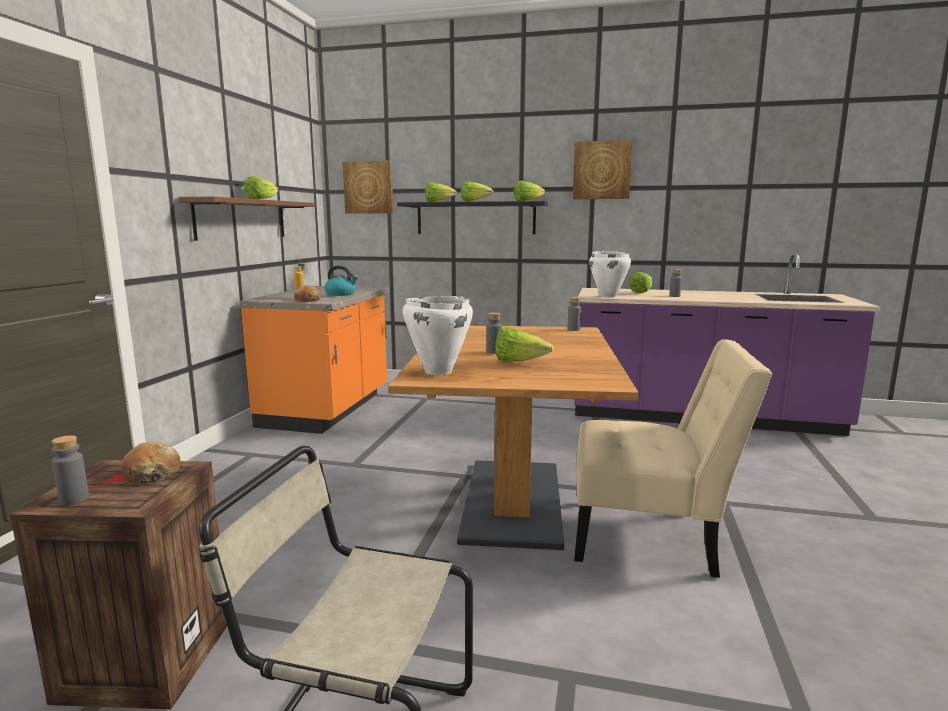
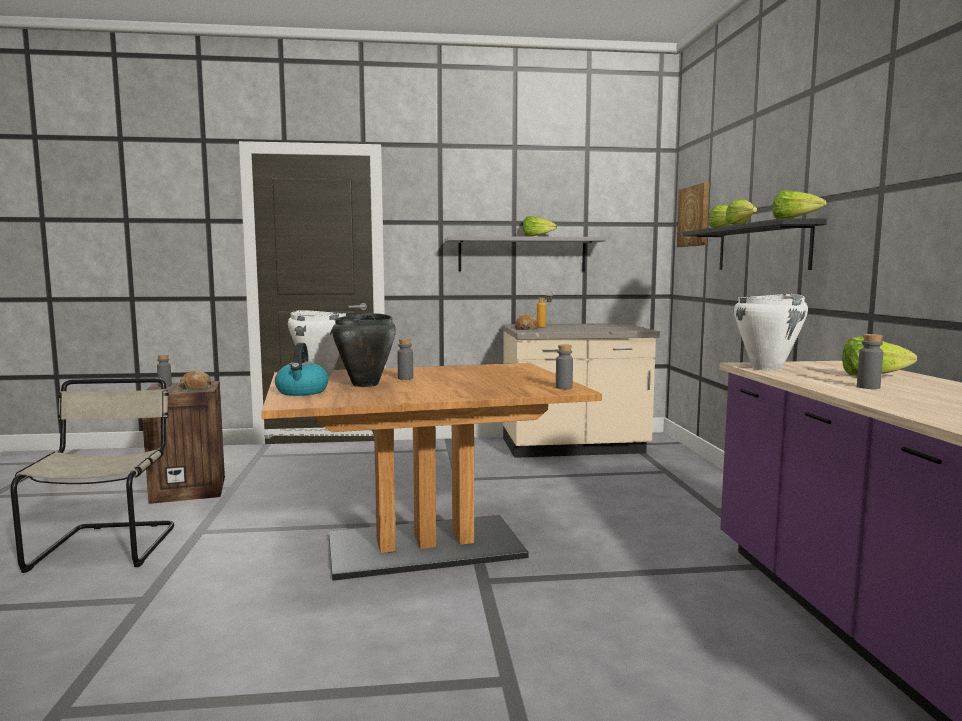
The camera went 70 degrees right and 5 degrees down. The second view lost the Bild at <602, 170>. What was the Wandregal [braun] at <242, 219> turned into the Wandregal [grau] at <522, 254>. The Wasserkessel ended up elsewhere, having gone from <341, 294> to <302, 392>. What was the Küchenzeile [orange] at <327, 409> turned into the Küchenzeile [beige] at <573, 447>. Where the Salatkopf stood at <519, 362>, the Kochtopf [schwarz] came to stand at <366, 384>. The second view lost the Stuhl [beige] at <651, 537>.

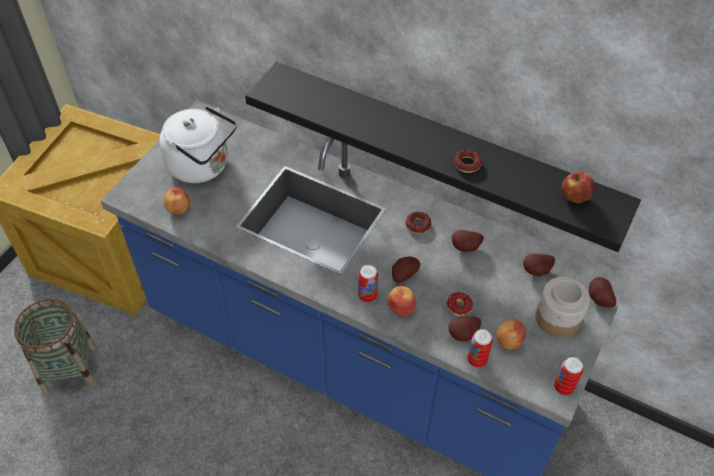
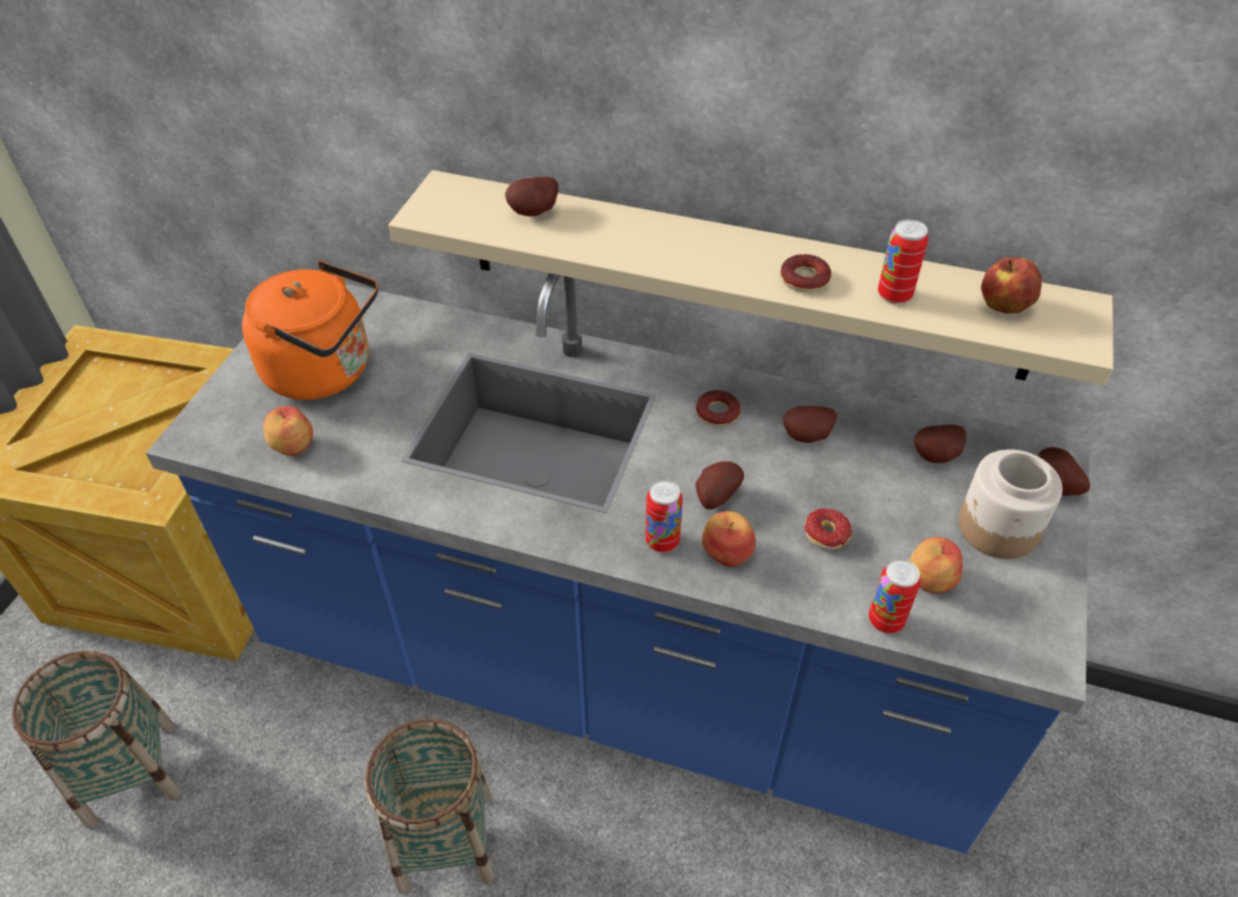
The camera went 10 degrees left and 5 degrees down. What was the Wandregal [schwarz] at <442, 149> turned into the Wandregal [beige] at <743, 275>. What was the Wasserkessel [weiß] at <203, 166> turned into the Wasserkessel [orange] at <326, 371>. The Kartoffel ended up elsewhere, having gone from <464, 335> to <535, 213>. The Dose ended up elsewhere, having gone from <563, 387> to <894, 295>. The second view gained the Korb at <445, 841>.

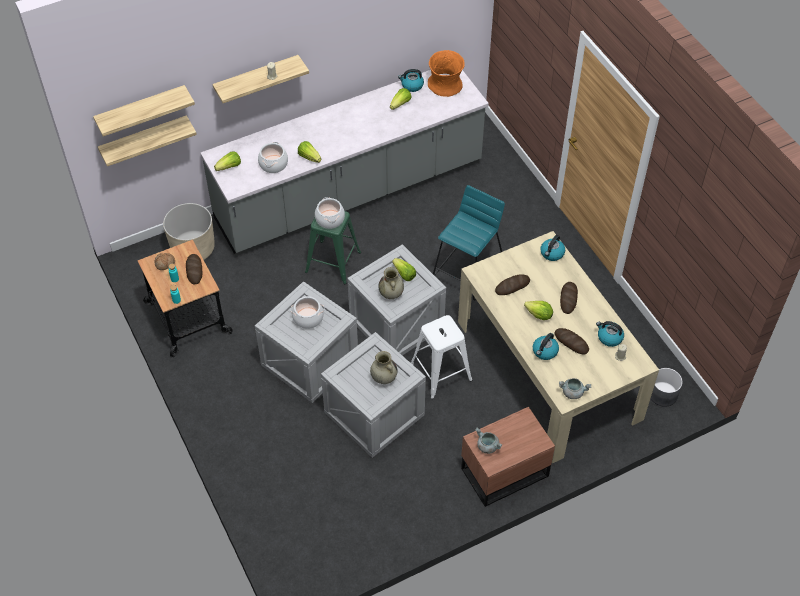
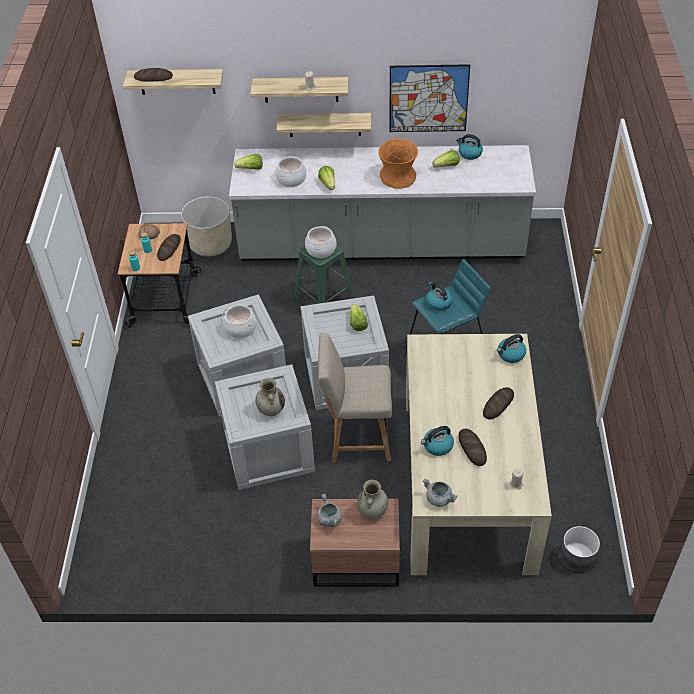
The camera went 30 degrees right and 5 degrees down. The Vase [orange] ended up elsewhere, having gone from <445, 85> to <397, 177>. The Wandregal ended up elsewhere, having gone from <144, 140> to <325, 124>. The Vase [beige] ended up elsewhere, having gone from <391, 294> to <372, 511>. The Brot ended up elsewhere, having gone from <512, 286> to <153, 77>. The second view lost the Salatkopf at <539, 315>. Where the Hocker [weiß] stood at <440, 372>, the Stuhl [beige] came to stand at <357, 438>. The Wasserkessel ended up elsewhere, having gone from <609, 337> to <438, 302>. The second view gained the Bild at <428, 98>.

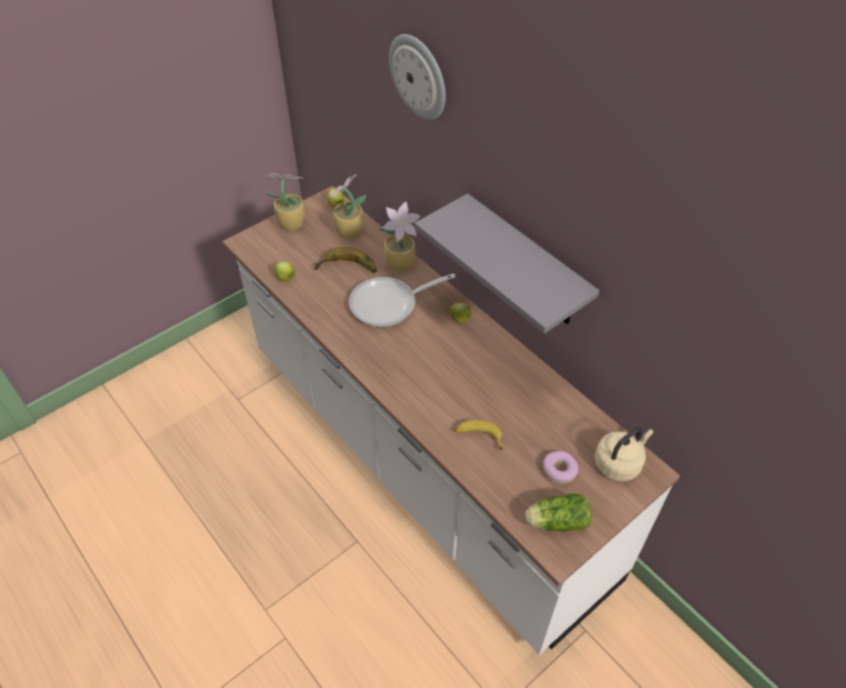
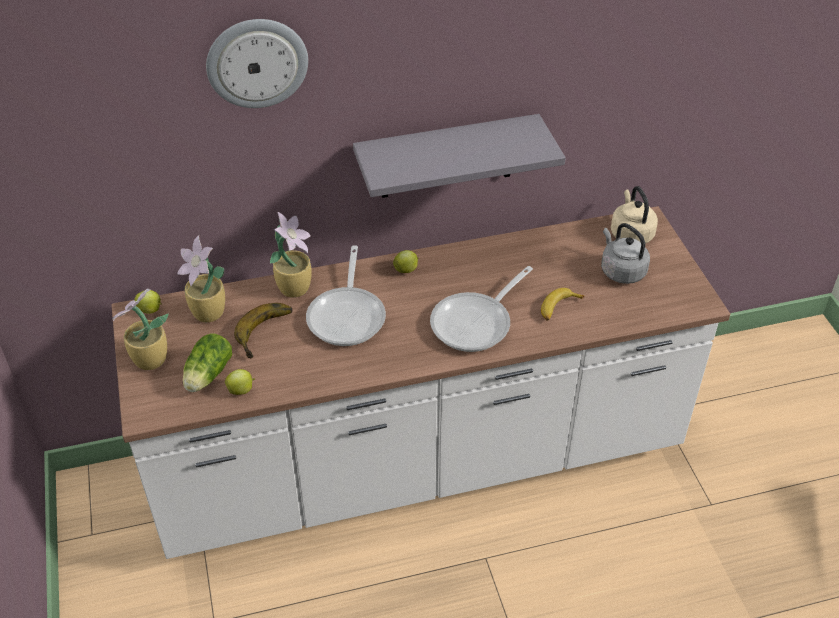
The camera went 65 degrees left and 5 degrees down. Where the Donut stood at <559, 470>, the Wasserkessel [grau] came to stand at <621, 271>. The Salatkopf ended up elsewhere, having gone from <555, 521> to <207, 376>. The second view gained the Pfanne at <476, 323>.

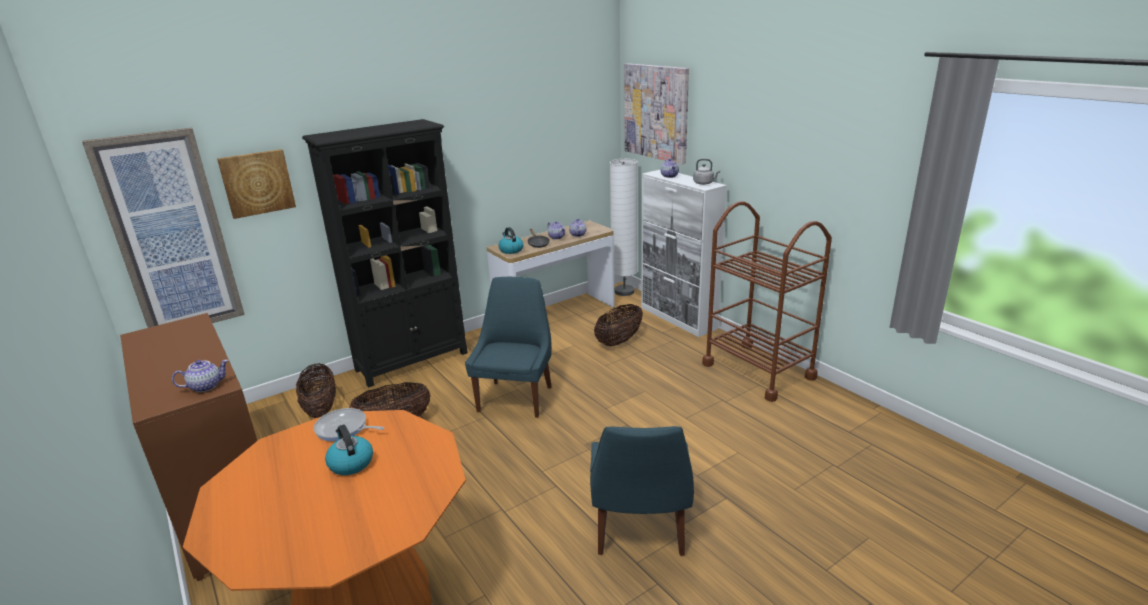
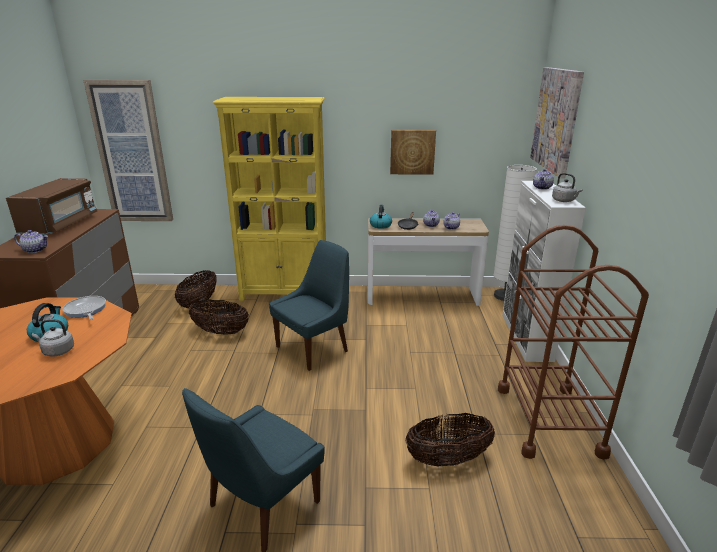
The camera went 35 degrees right and 0 degrees up. What was the Bücherregal [schwarz] at <413, 361> turned into the Bücherregal [gelb] at <285, 293>. The Bild ended up elsewhere, having gone from <257, 183> to <412, 152>. The Korb ended up elsewhere, having gone from <619, 341> to <447, 459>. The second view gained the Mikrowelle [braun] at <61, 224>. The second view gained the Wasserkessel [grau] at <57, 351>.

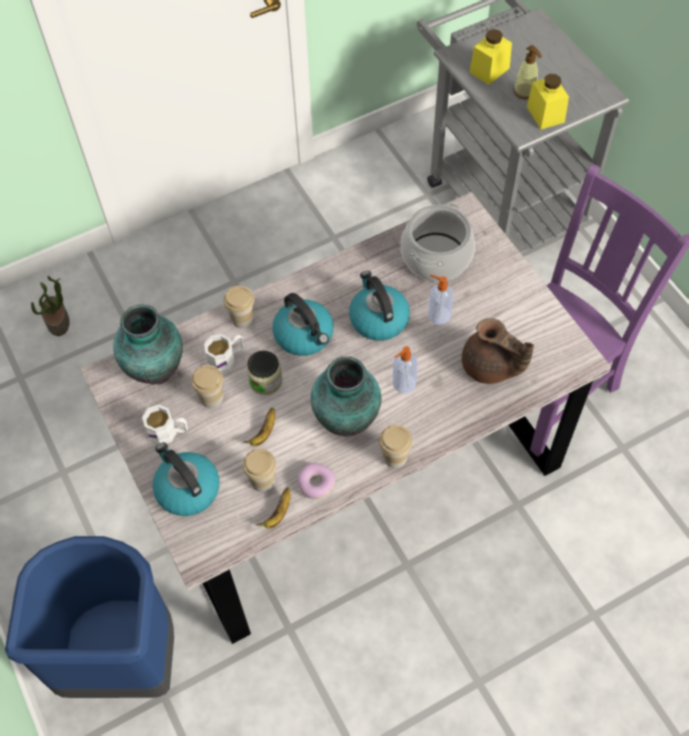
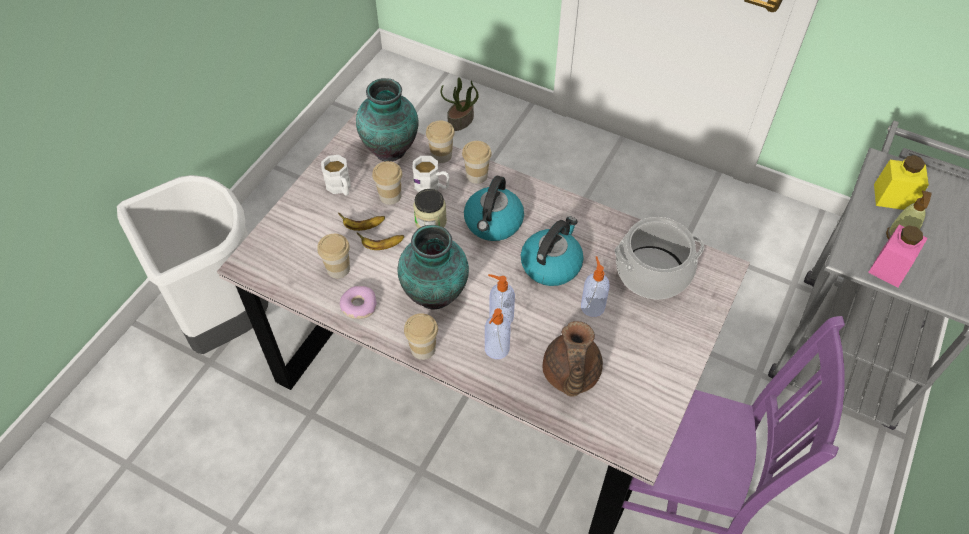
The camera went 55 degrees right and 5 degrees down. What was the Vorratsglas [gelb] at <545, 114> turned into the Vorratsglas [rosa] at <890, 267>. The second view lost the Wasserkessel at <187, 489>. The Banane ended up elsewhere, having gone from <278, 514> to <363, 227>. What was the Mülleimer [blau] at <123, 658> turned into the Mülleimer [weiß] at <225, 319>. The second view gained the Tasse at <441, 155>. The second view gained the Seifenspender at <496, 349>.

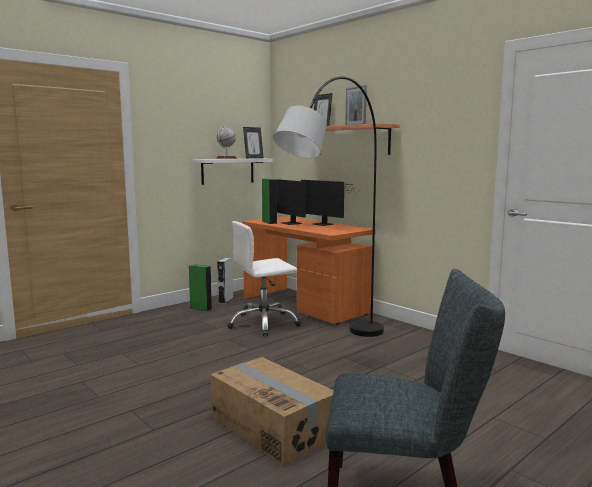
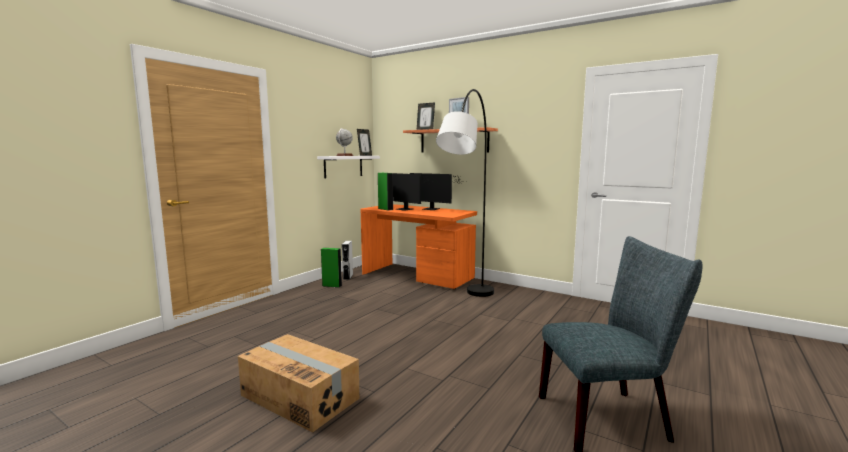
The camera went 15 degrees left and 0 degrees up. The second view lost the Bürostuhl [weiß] at <264, 323>. The Karton ended up elsewhere, having gone from <273, 426> to <300, 396>.

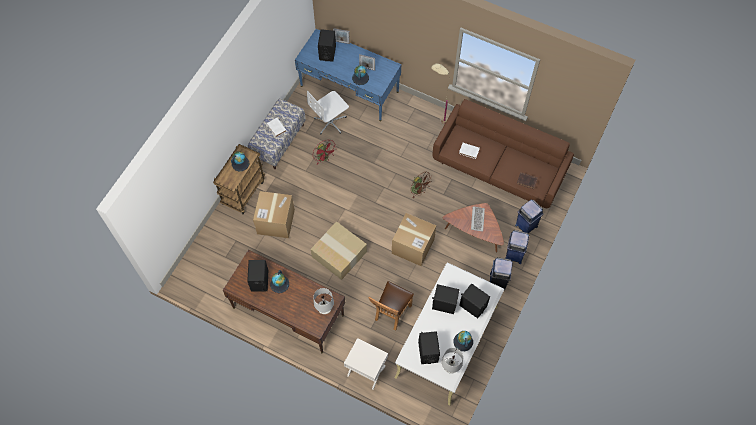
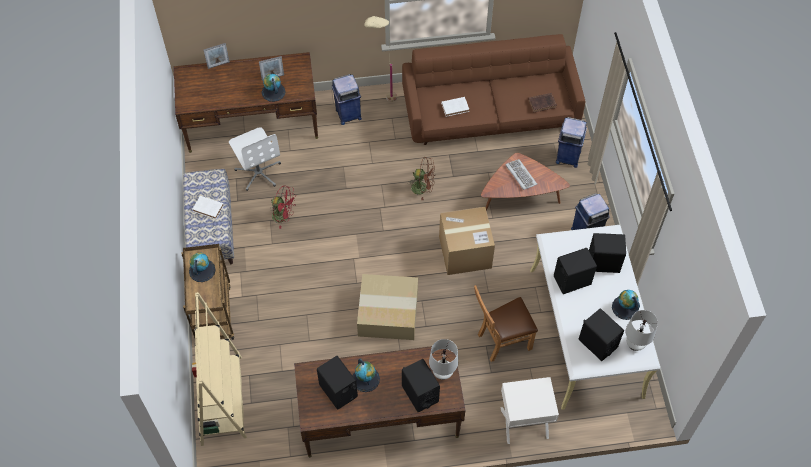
The camera went 35 degrees left and 5 degrees down. What was the Schreibtisch [blau] at <349, 89> turned into the Schreibtisch [braun] at <252, 123>. The Lautsprecher [schwarz] ended up elsewhere, having gone from <327, 53> to <420, 393>. The Bürostuhl [weiß] at <330, 122> ended up facing another way, 45 degrees counterclockwise from before. The second view lost the Karton at <276, 222>. The Mülleimer [blau] ended up elsewhere, having gone from <514, 254> to <347, 114>. The Stuhl [braun] at <391, 314> ended up facing another way, 75 degrees clockwise from before. The second view gained the Bücherregal [beige] at <221, 400>.

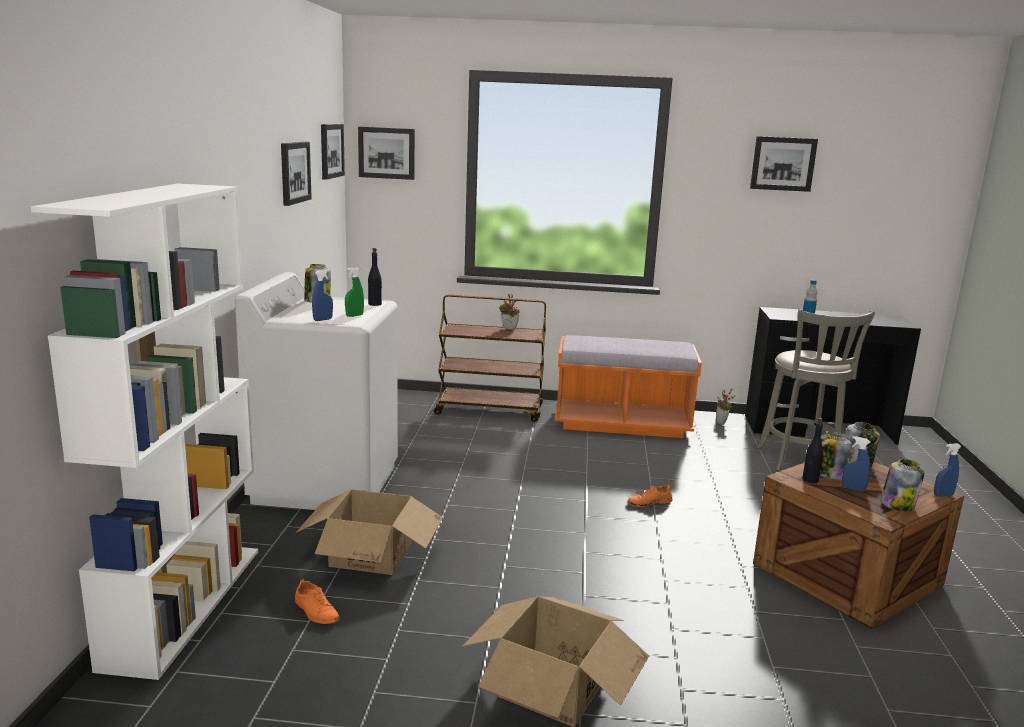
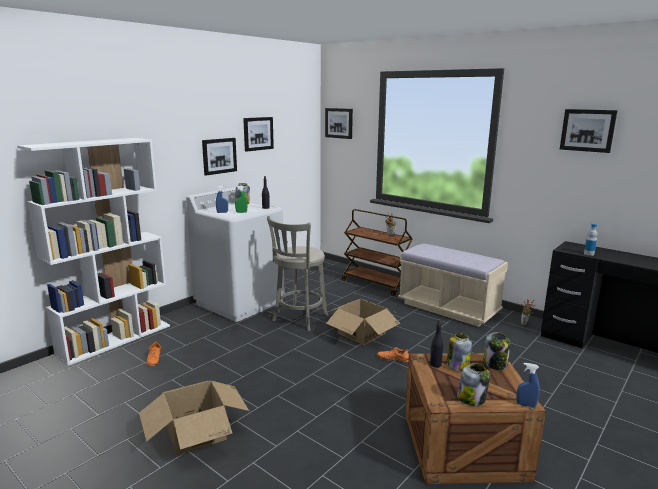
The camera went 35 degrees right and 0 degrees up. The Bild ended up elsewhere, having gone from <331, 150> to <219, 156>. The Hocker [grau] ended up elsewhere, having gone from <799, 461> to <299, 319>. What was the Bank [orange] at <621, 423> turned into the Bank [beige] at <448, 308>. The second view lost the Sprühflasche [blau] at <853, 489>. The Karton ended up elsewhere, having gone from <372, 554> to <361, 333>.

